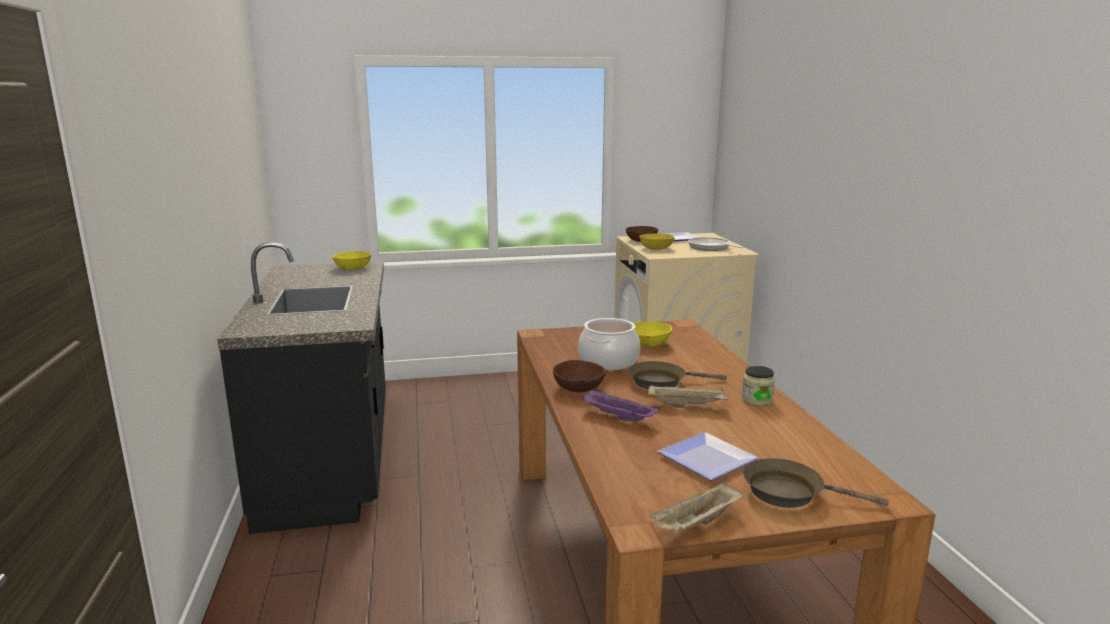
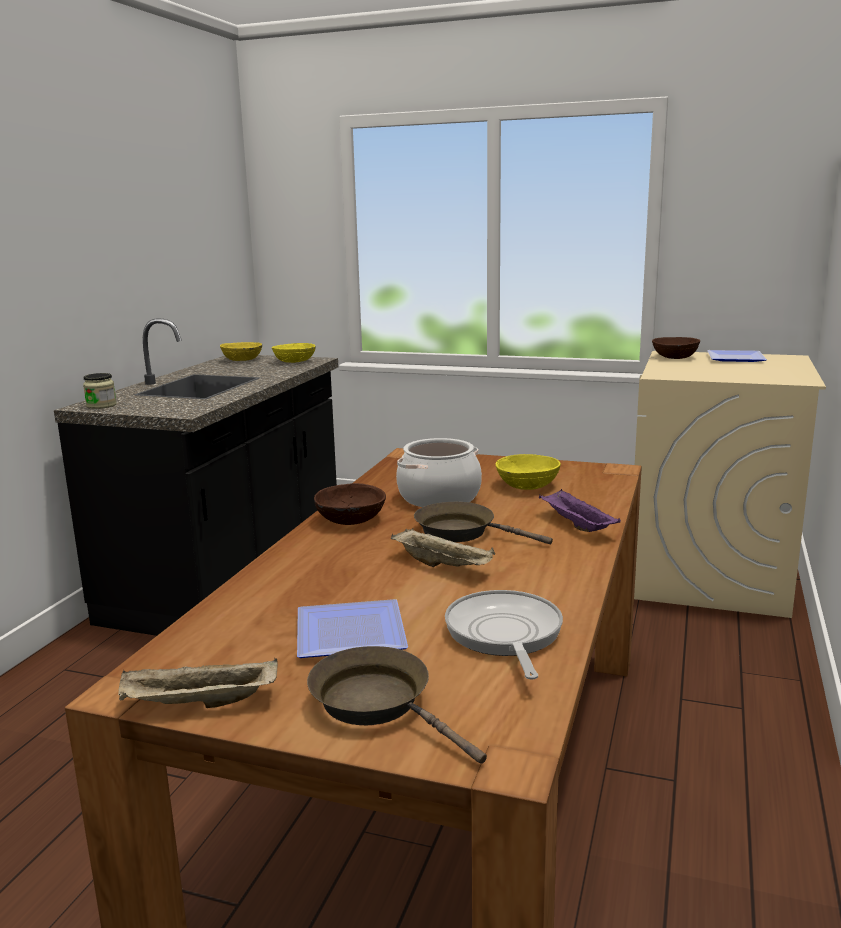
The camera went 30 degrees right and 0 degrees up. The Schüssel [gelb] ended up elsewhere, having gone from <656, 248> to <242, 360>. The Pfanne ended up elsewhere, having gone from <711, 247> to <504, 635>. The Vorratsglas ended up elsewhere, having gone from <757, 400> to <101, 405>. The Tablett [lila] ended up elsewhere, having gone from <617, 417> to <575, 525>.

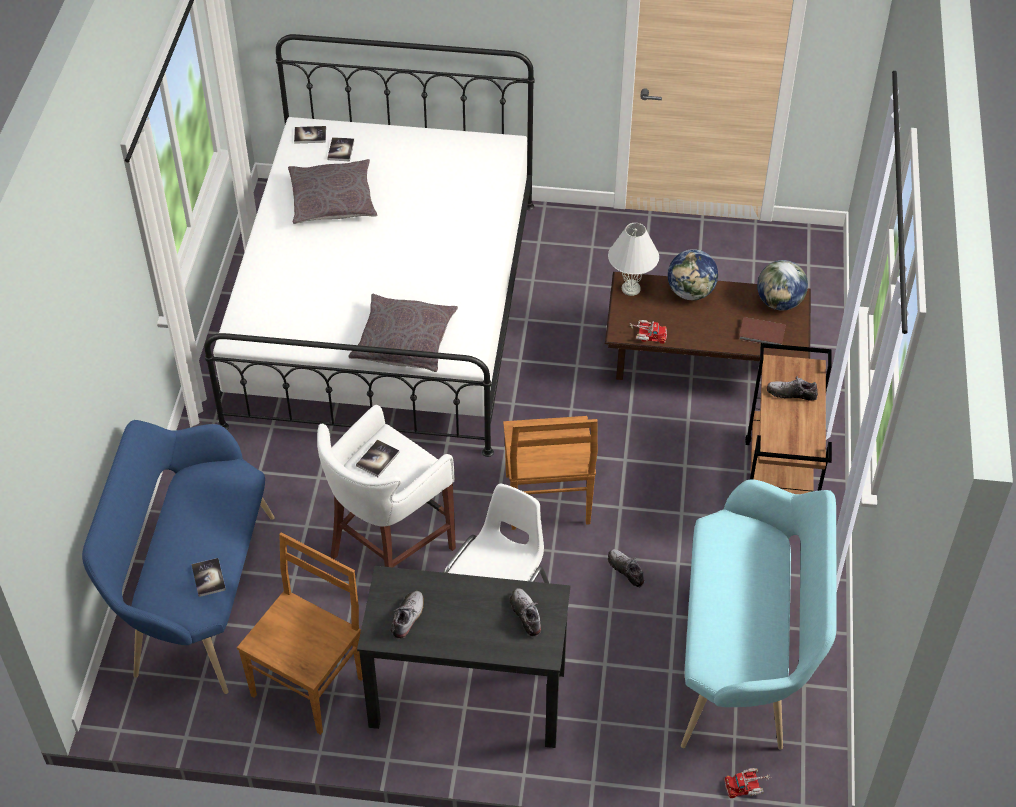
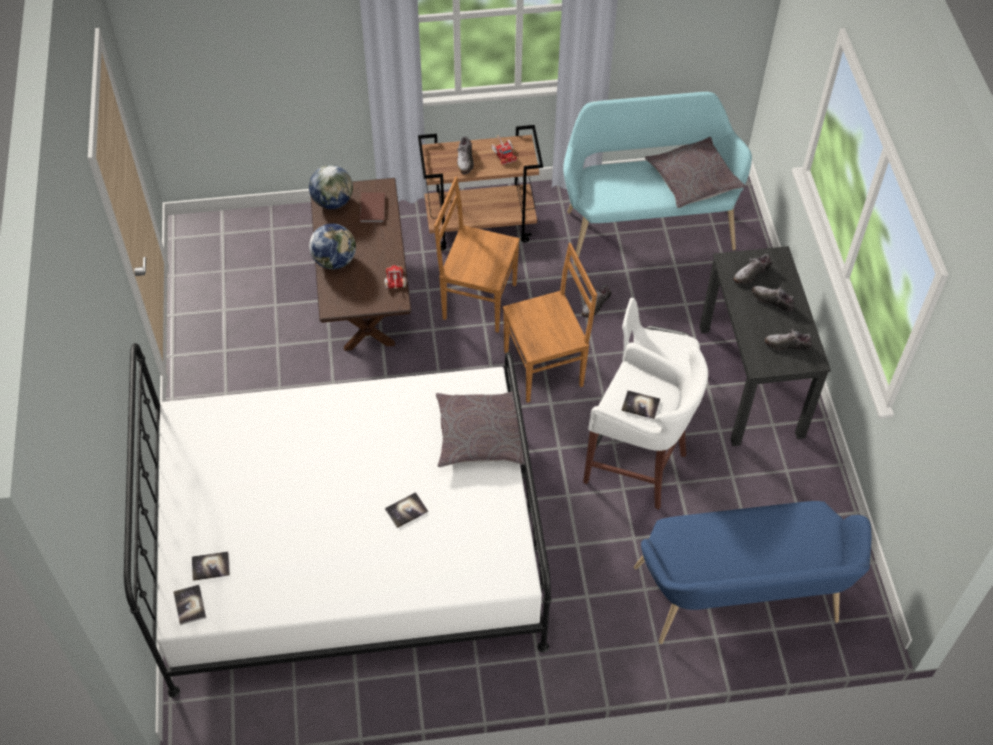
The camera went 105 degrees left and 5 degrees up. The Kissen [grau] ended up elsewhere, having gone from <333, 200> to <693, 180>. The second view lost the Tischlampe [weiß] at <631, 288>. The Stuhl [braun] ended up elsewhere, having gone from <309, 684> to <477, 300>. The Buch ended up elsewhere, having gone from <208, 578> to <406, 510>. The Spielzeuglaster ended up elsewhere, having gone from <747, 786> to <503, 153>. The second view gained the Schuh at <772, 300>.

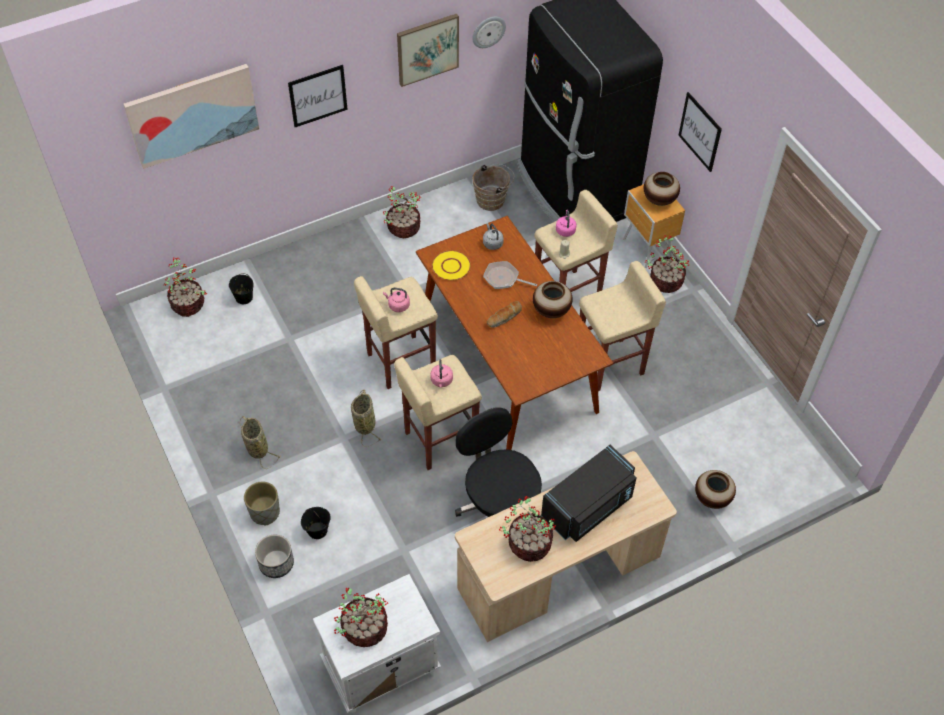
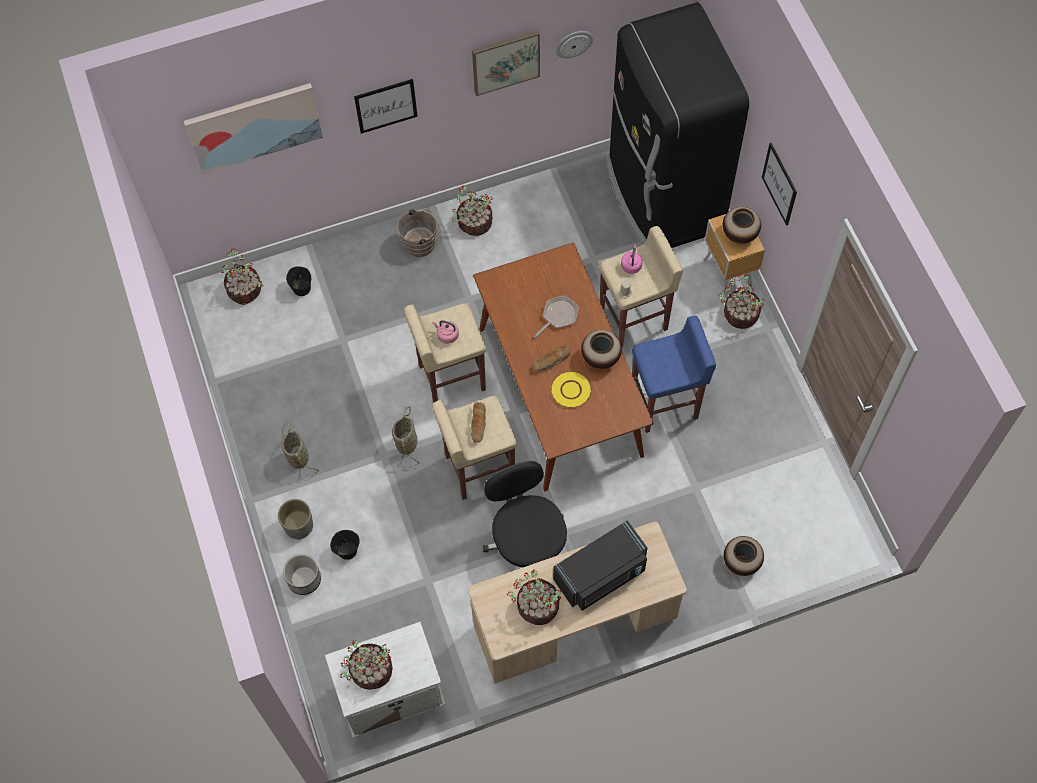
The camera went 10 degrees right and 10 degrees up. The Eimer [braun] ended up elsewhere, having gone from <493, 200> to <422, 243>. The second view lost the Wasserkessel [grau] at <492, 243>. The Teller [gelb] ended up elsewhere, having gone from <451, 266> to <571, 390>. The Pfanne at <504, 278> ended up facing another way, 105 degrees clockwise from before. What was the Hocker [beige] at <611, 365> turned into the Hocker [blau] at <665, 405>. Where the Wasserkessel [rosa] stood at <441, 381>, the Brot came to stand at <479, 424>.

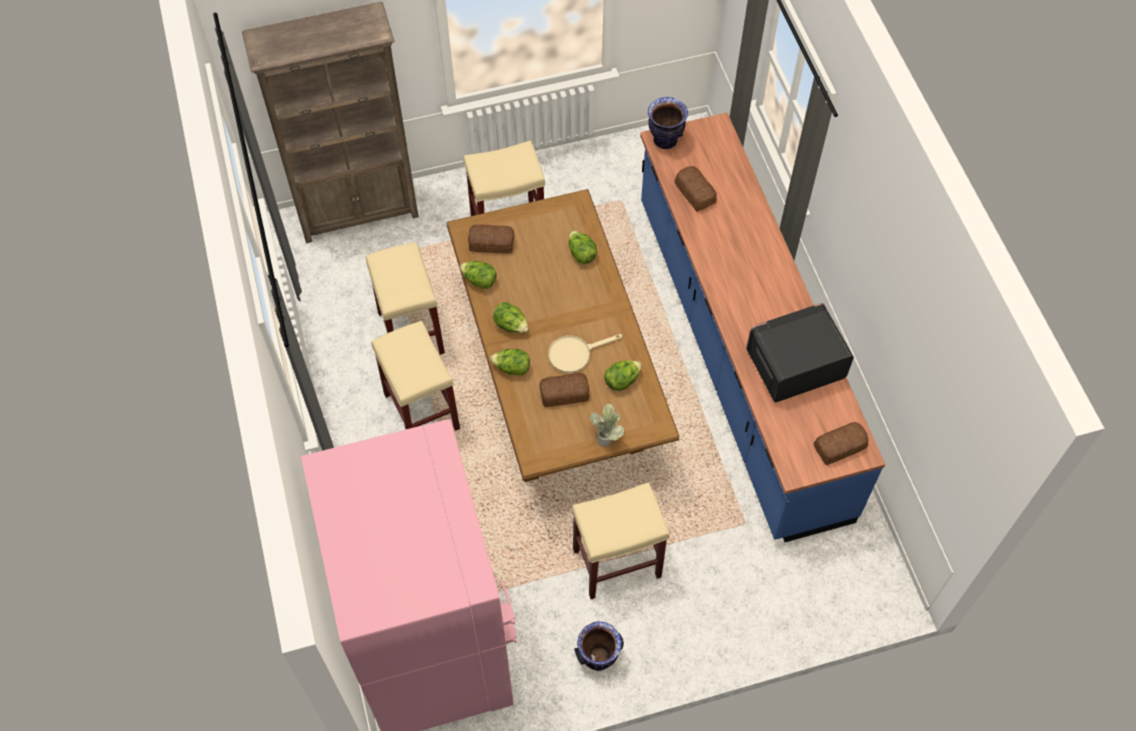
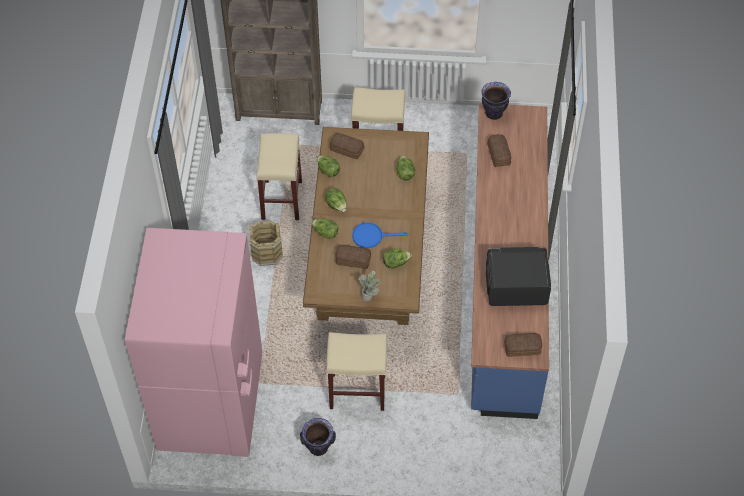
The camera went 20 degrees right and 5 degrees down. Where the Hocker [beige] stood at <420, 411>, the Eimer [braun] came to stand at <267, 253>. What was the Pfanne [beige] at <575, 353> turned into the Pfanne [blau] at <372, 236>.

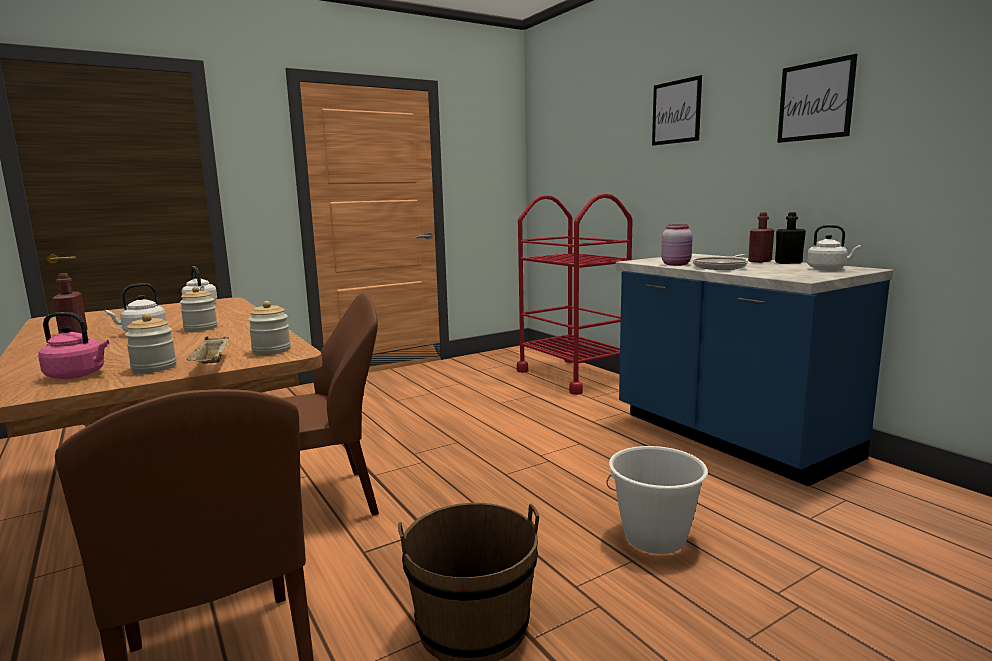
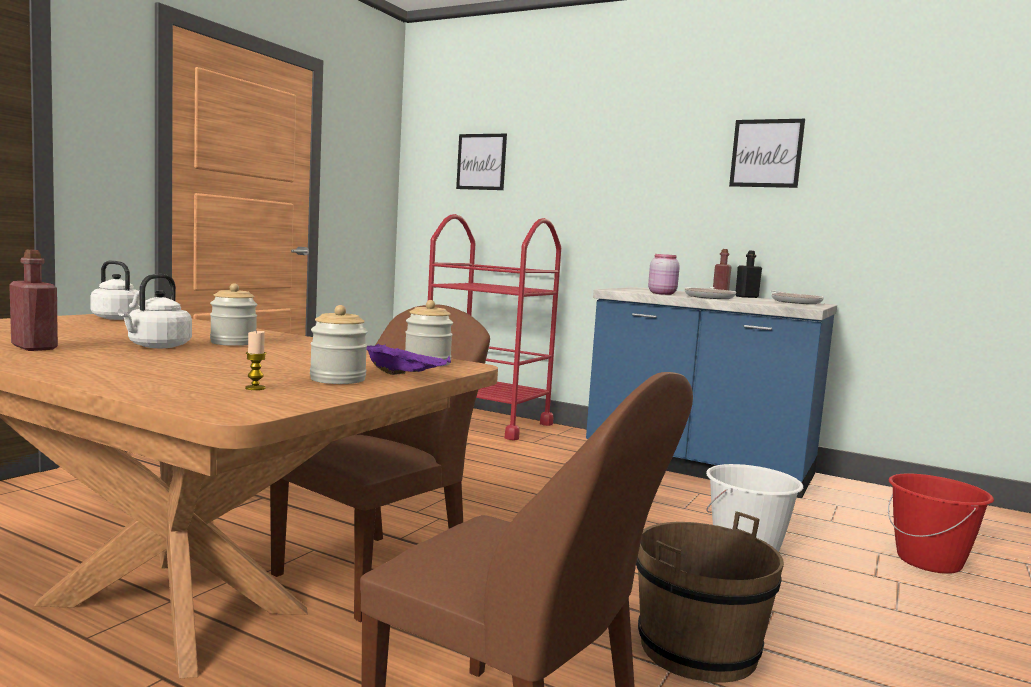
The camera went 30 degrees left and 5 degrees down. The Bild ended up elsewhere, having gone from <676, 112> to <481, 162>. Where the Wasserkessel [weiß] stood at <828, 269>, the Pfanne came to stand at <794, 302>. Where the Wasserkessel [rosa] stood at <78, 375>, the Kerze came to stand at <255, 388>. What was the Tablett [beige] at <212, 364> turned into the Tablett [lila] at <403, 375>. The second view gained the Eimer [rot] at <929, 561>.

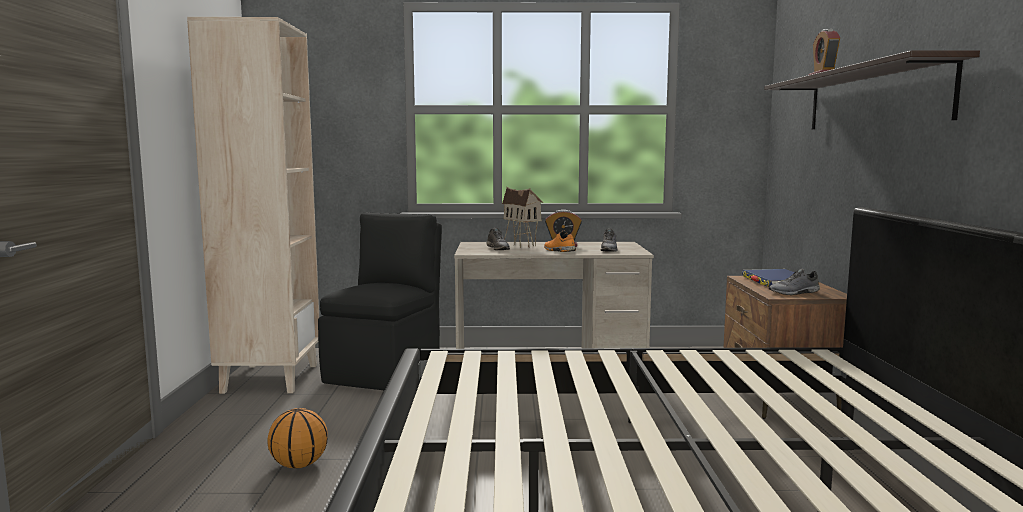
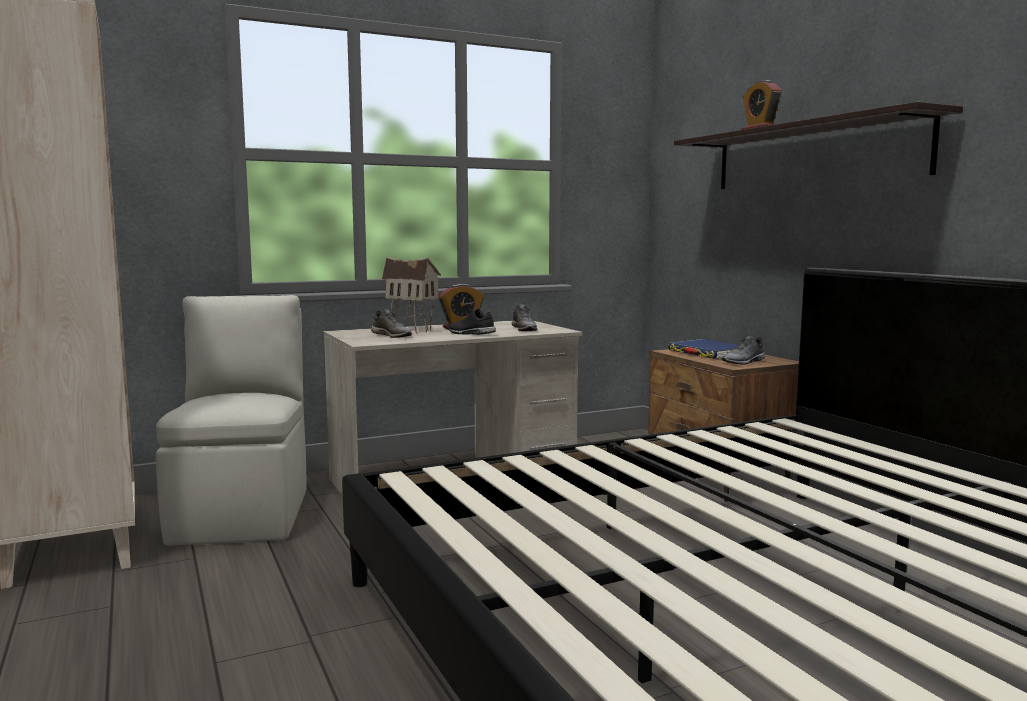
The camera went 25 degrees left and 0 degrees up. What was the Stuhl [schwarz] at <385, 370> turned into the Stuhl [beige] at <243, 514>. What was the Schuh [orange] at <558, 250> turned into the Schuh [schwarz] at <470, 333>. The second view lost the Basketball at <300, 464>.

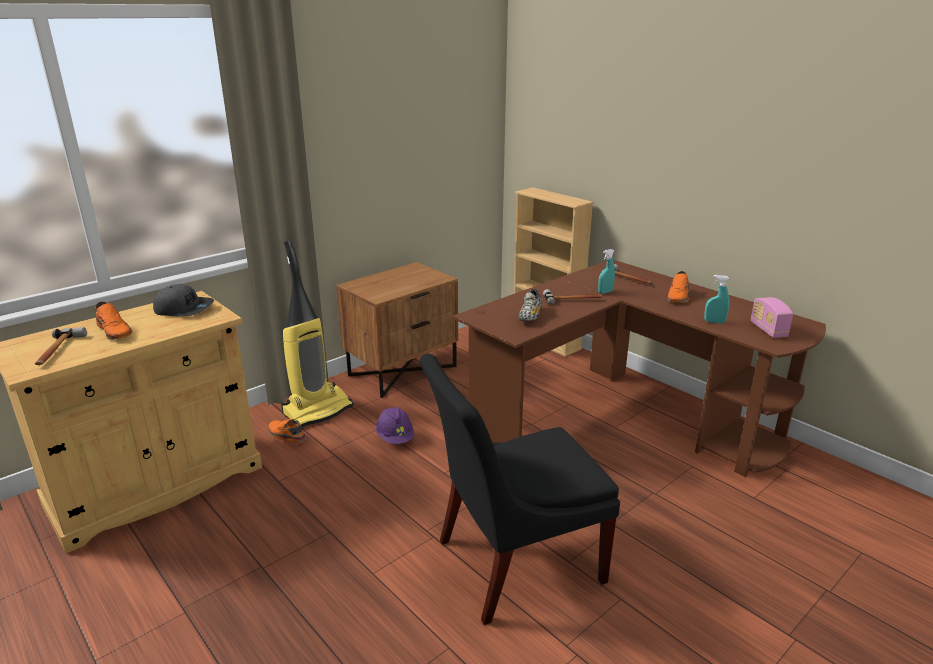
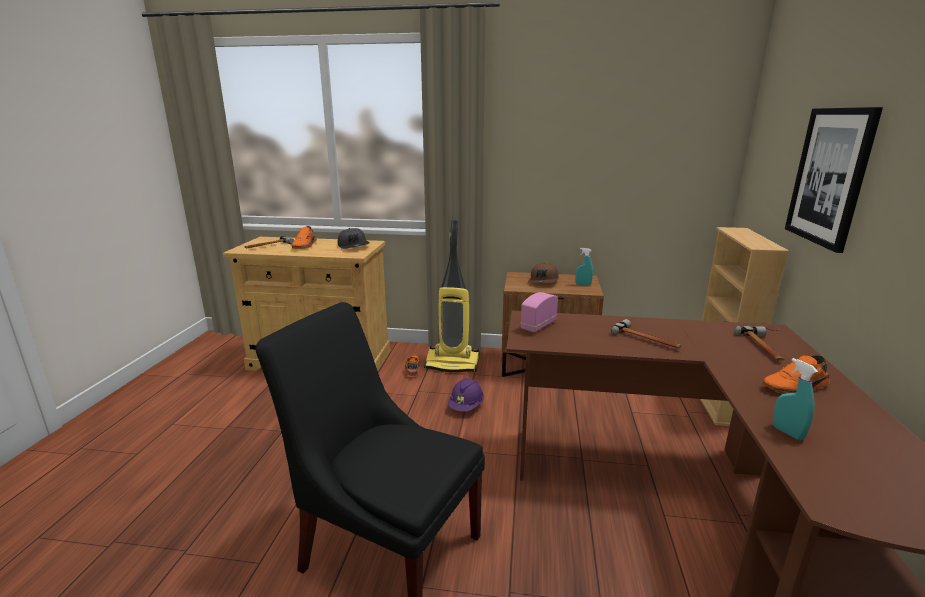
The camera went 50 degrees right and 5 degrees down. The Sprühflasche [türkis] ended up elsewhere, having gone from <605, 292> to <583, 284>. The second view lost the Schuh at <530, 316>. The Radio ended up elsewhere, having gone from <768, 330> to <538, 325>. The second view gained the Bild at <830, 176>. The second view gained the Kappe [braun] at <543, 281>.

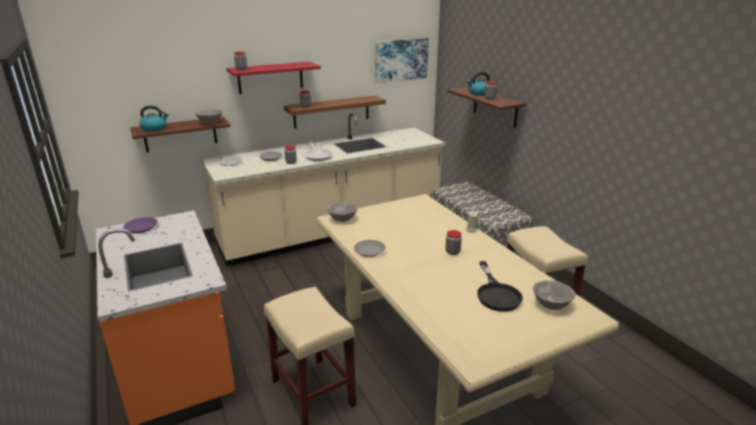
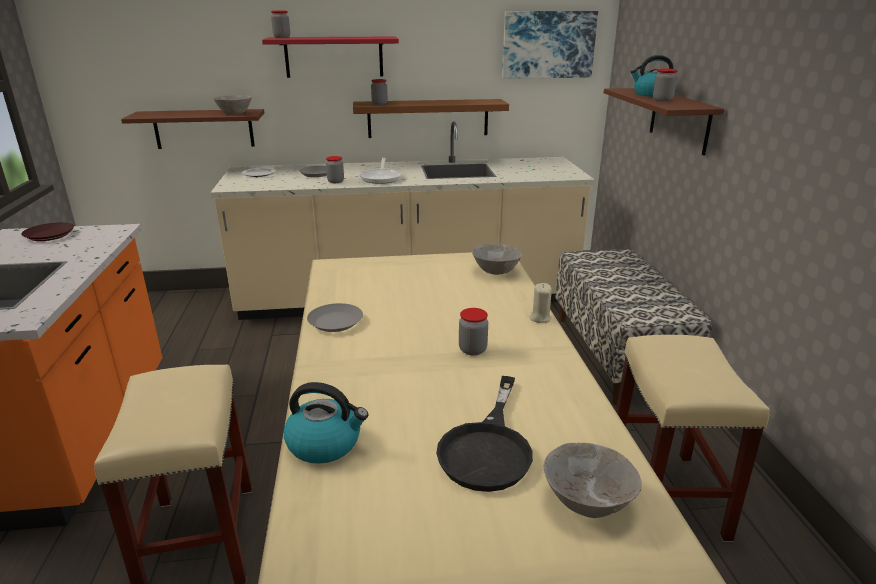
The camera went 20 degrees right and 0 degrees up. The Wasserkessel ended up elsewhere, having gone from <154, 128> to <325, 443>. The Schüssel [grau] ended up elsewhere, having gone from <342, 219> to <495, 271>. What was the Teller [lila] at <140, 228> turned into the Teller [braun] at <49, 235>.

